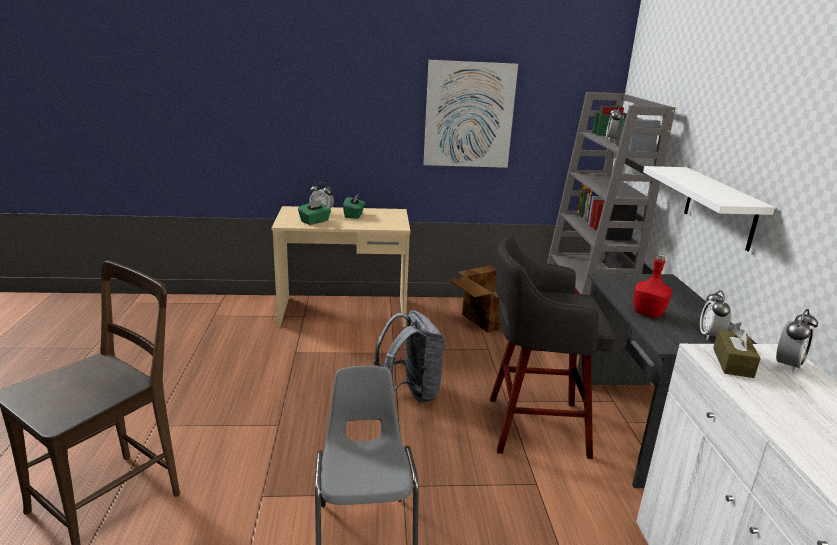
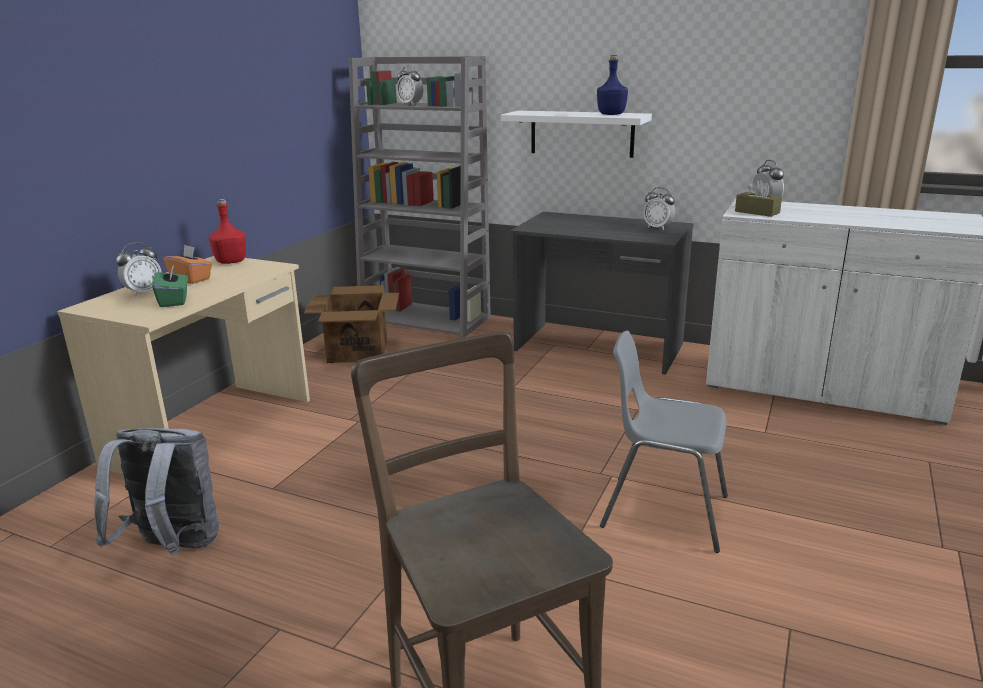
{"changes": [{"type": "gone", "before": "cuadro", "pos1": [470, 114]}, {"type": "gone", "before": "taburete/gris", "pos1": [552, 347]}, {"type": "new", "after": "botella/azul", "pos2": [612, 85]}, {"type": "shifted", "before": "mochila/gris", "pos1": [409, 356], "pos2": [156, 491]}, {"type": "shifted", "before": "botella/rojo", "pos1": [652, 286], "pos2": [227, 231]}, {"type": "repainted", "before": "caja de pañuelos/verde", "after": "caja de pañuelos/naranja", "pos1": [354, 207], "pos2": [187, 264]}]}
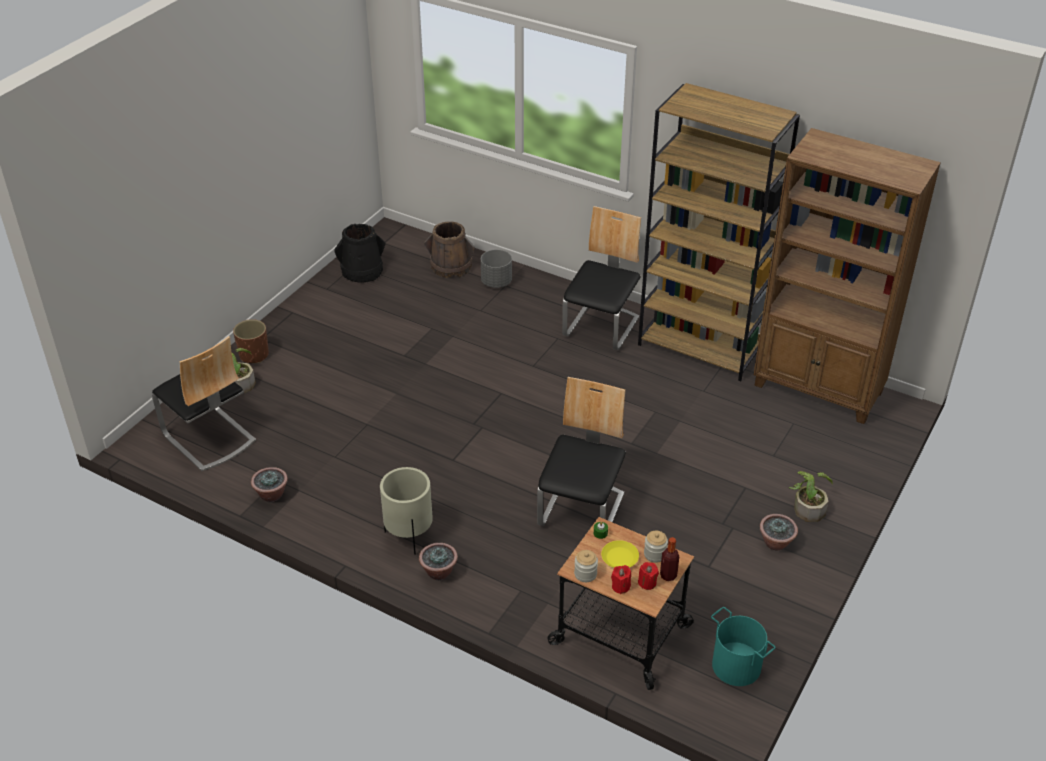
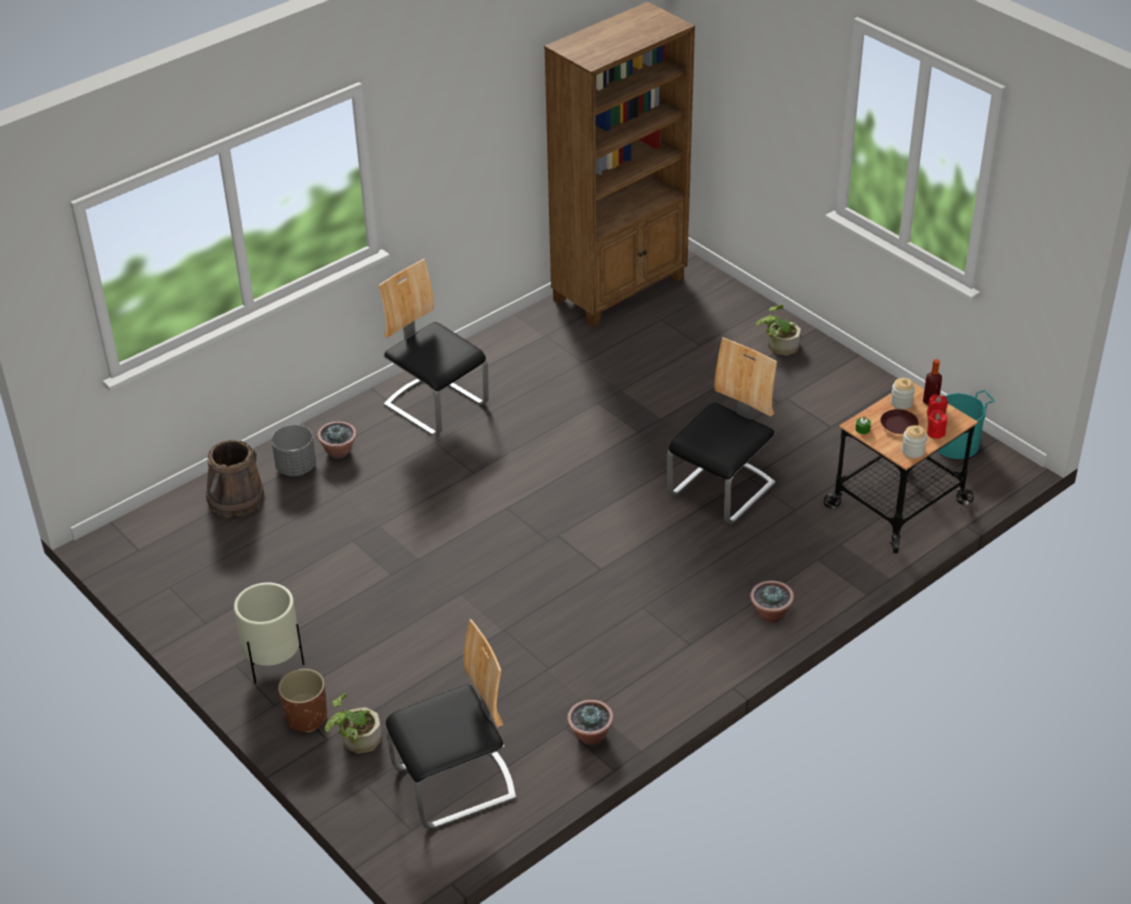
{"changes": [{"type": "gone", "before": "cubo/negro", "pos1": [360, 253]}, {"type": "gone", "before": "estantería/marrón", "pos1": [719, 232]}, {"type": "shifted", "before": "maceta/beis", "pos1": [406, 511], "pos2": [269, 633]}, {"type": "shifted", "before": "planta en maceta", "pos1": [779, 532], "pos2": [337, 440]}, {"type": "repainted", "before": "plato/amarillo", "after": "plato/marrón", "pos1": [620, 554], "pos2": [899, 421]}, {"type": "rotated", "before": "silla", "pos1": [581, 451], "pos2": [722, 430], "turn": 90}]}
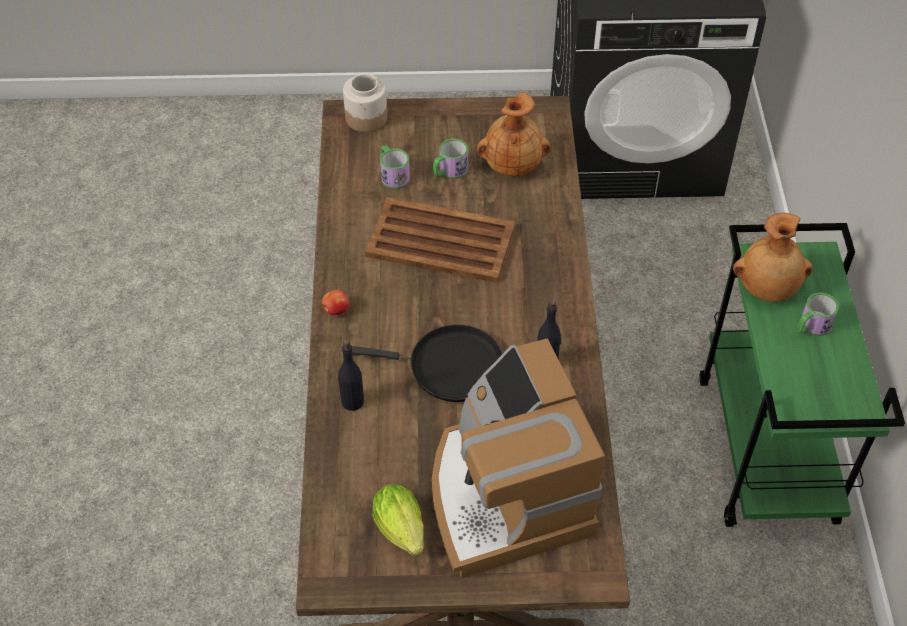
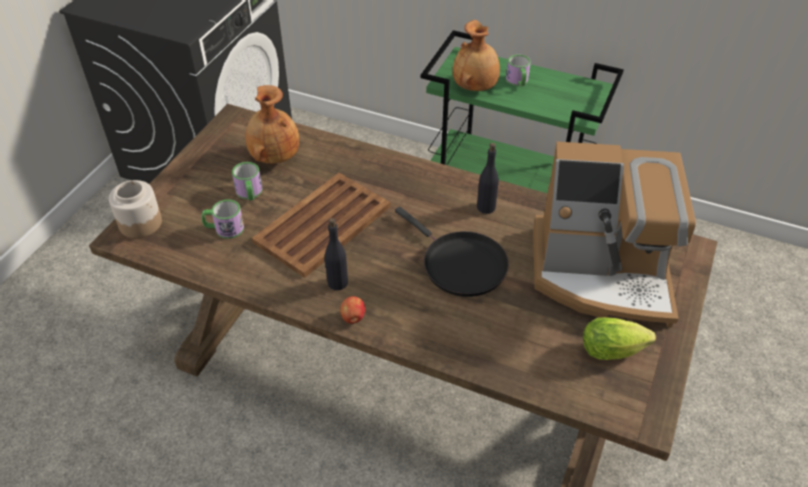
{"changes": [{"type": "shifted", "before": "botella/negro", "pos1": [351, 375], "pos2": [336, 254]}, {"type": "rotated", "before": "sartén/negro", "pos1": [427, 363], "pos2": [452, 252], "turn": 105}]}
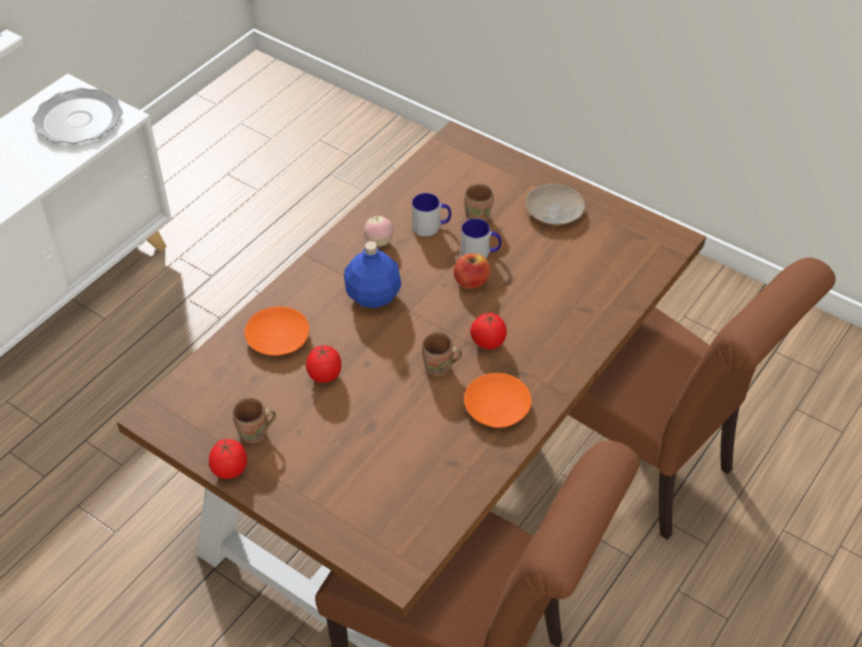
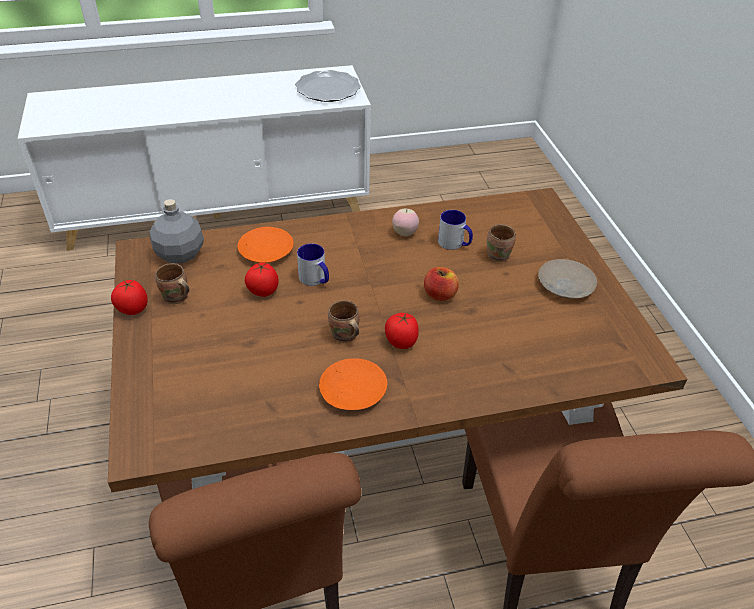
{"changes": [{"type": "gone", "before": "botella/azul", "pos1": [373, 274]}, {"type": "new", "after": "botella/gris", "pos2": [177, 231]}, {"type": "shifted", "before": "taza grande", "pos1": [481, 238], "pos2": [313, 264]}]}
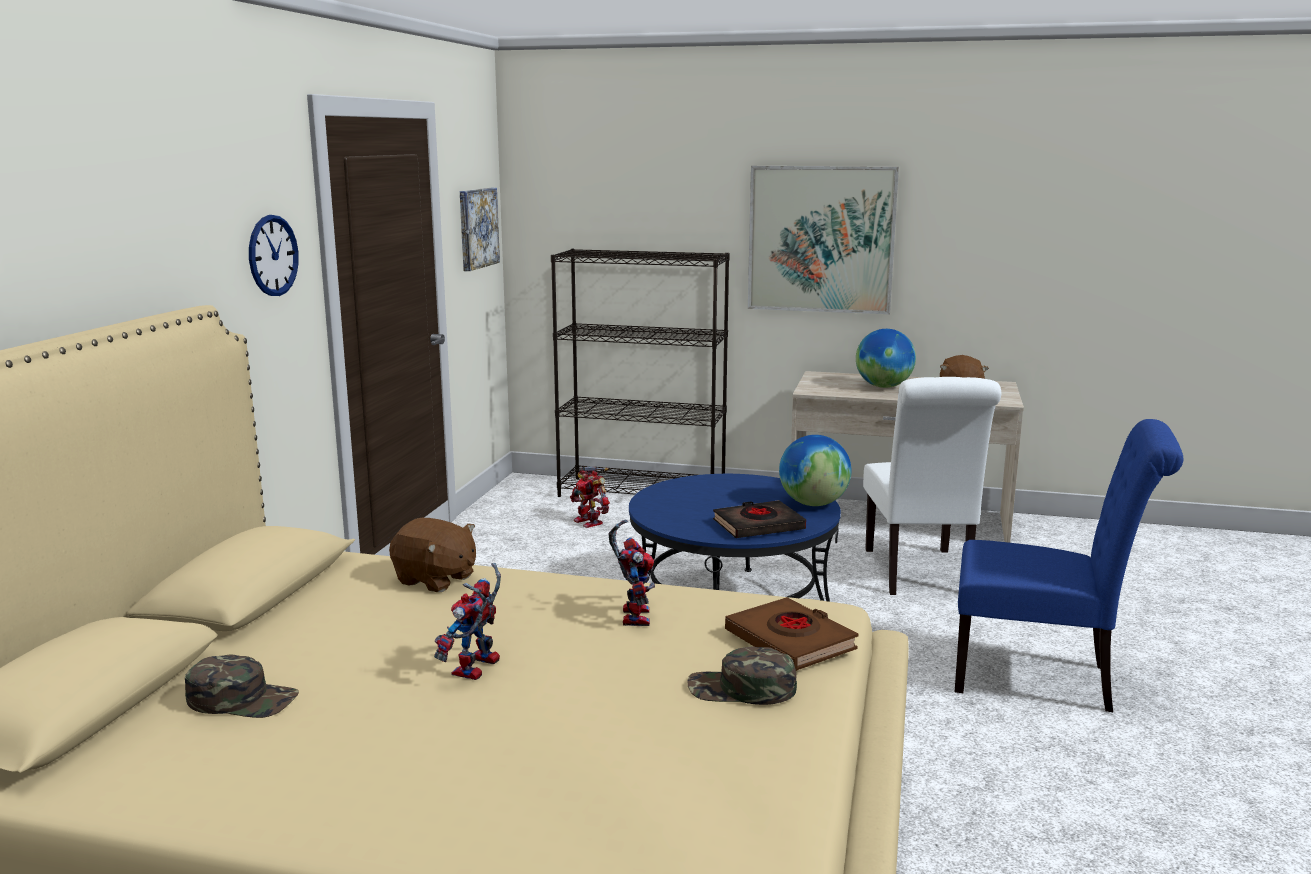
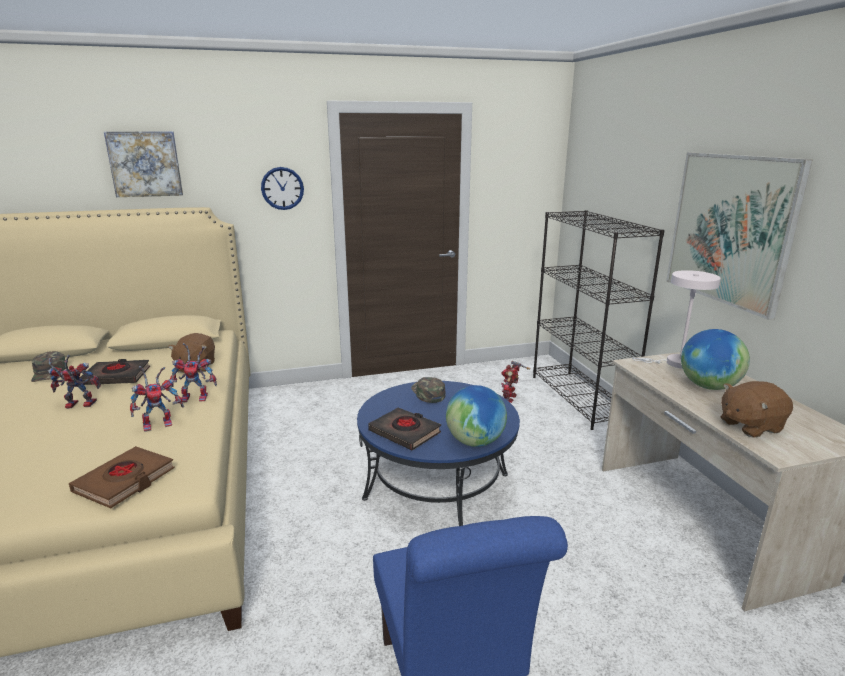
{"changes": [{"type": "gone", "before": "silla/blanco", "pos1": [932, 486]}, {"type": "new", "after": "libro/negro", "pos2": [114, 372]}, {"type": "new", "after": "robot de juguete", "pos2": [193, 373]}, {"type": "new", "after": "lámpara de mesa/blanco", "pos2": [677, 319]}, {"type": "shifted", "before": "cuadro", "pos1": [480, 229], "pos2": [143, 164]}, {"type": "shifted", "before": "gorra/verde", "pos1": [742, 676], "pos2": [428, 390]}]}
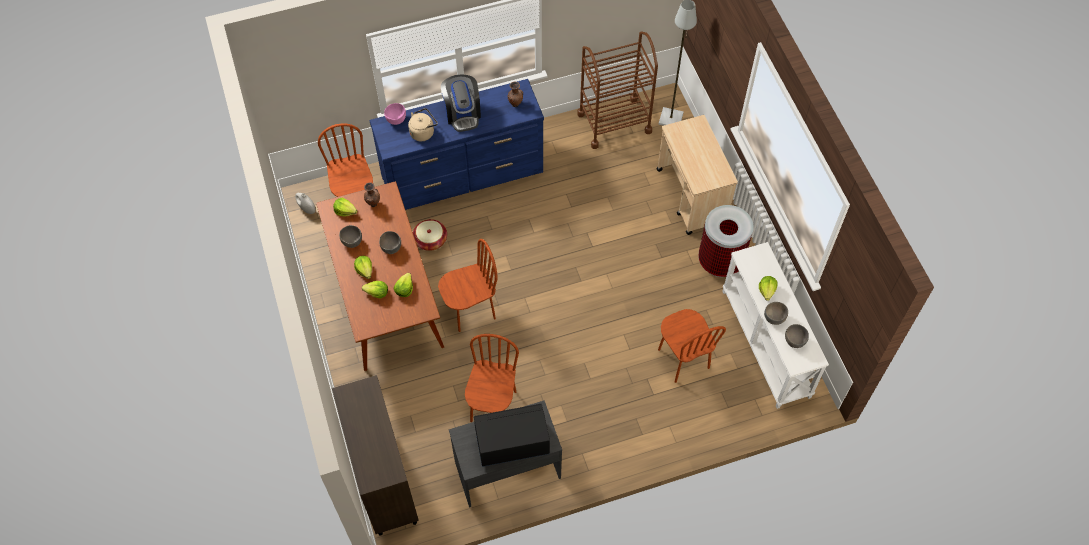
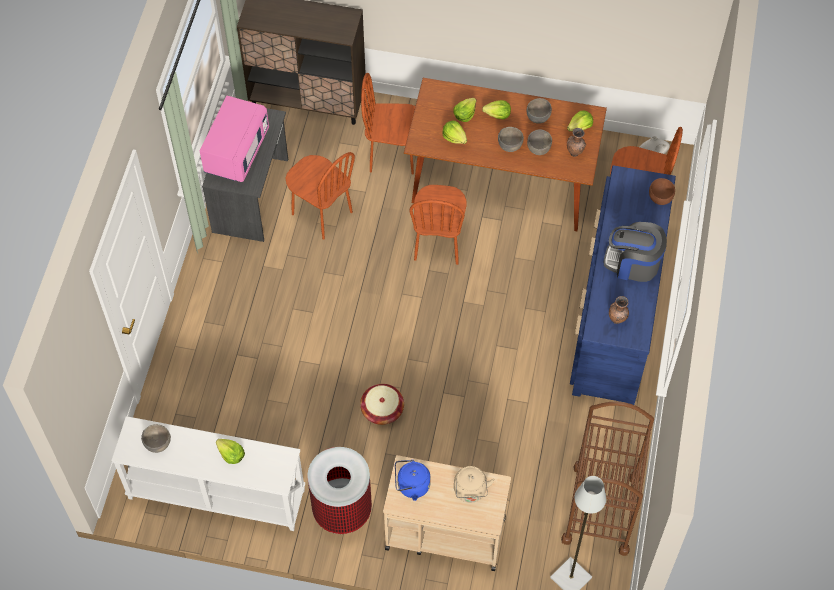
{"changes": [{"type": "new", "after": "hervidor/azul", "pos2": [413, 480]}, {"type": "shifted", "before": "hervidor/beis", "pos1": [423, 124], "pos2": [474, 484]}, {"type": "shifted", "before": "cesta", "pos1": [430, 235], "pos2": [382, 404]}, {"type": "shifted", "before": "silla/marrón", "pos1": [692, 346], "pos2": [388, 124]}, {"type": "shifted", "before": "cuenco/gris", "pos1": [776, 313], "pos2": [539, 142]}, {"type": "repainted", "before": "cuenco/rosa", "after": "cuenco/marrón", "pos1": [395, 114], "pos2": [662, 191]}, {"type": "repainted", "before": "microondas/negro", "after": "microondas/rosa", "pos1": [512, 435], "pos2": [234, 139]}]}
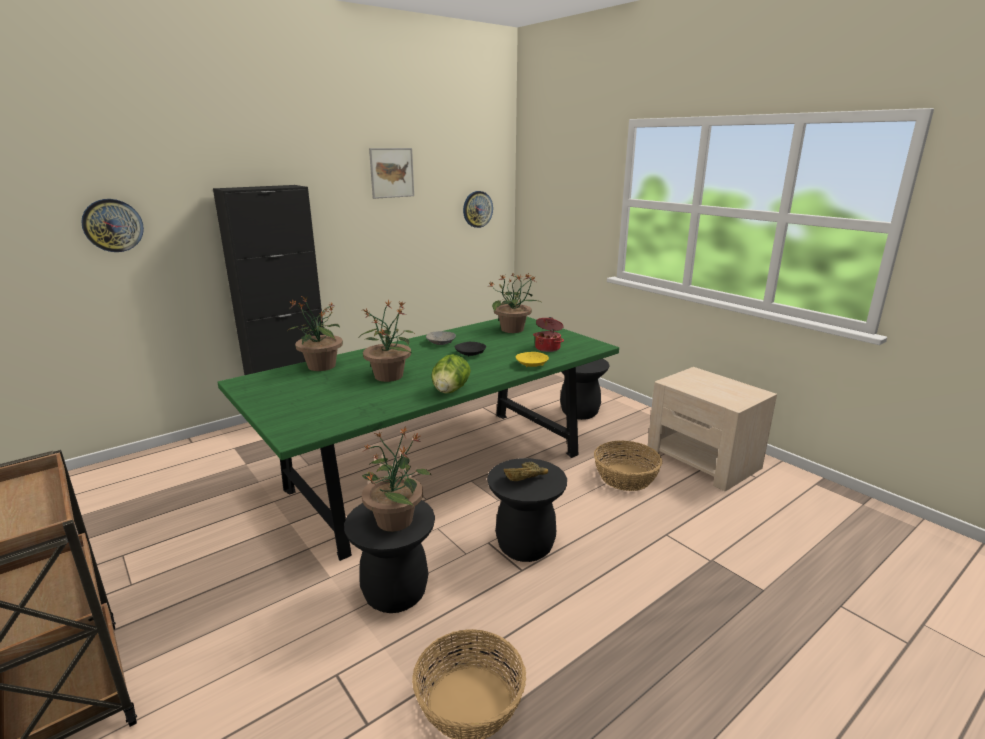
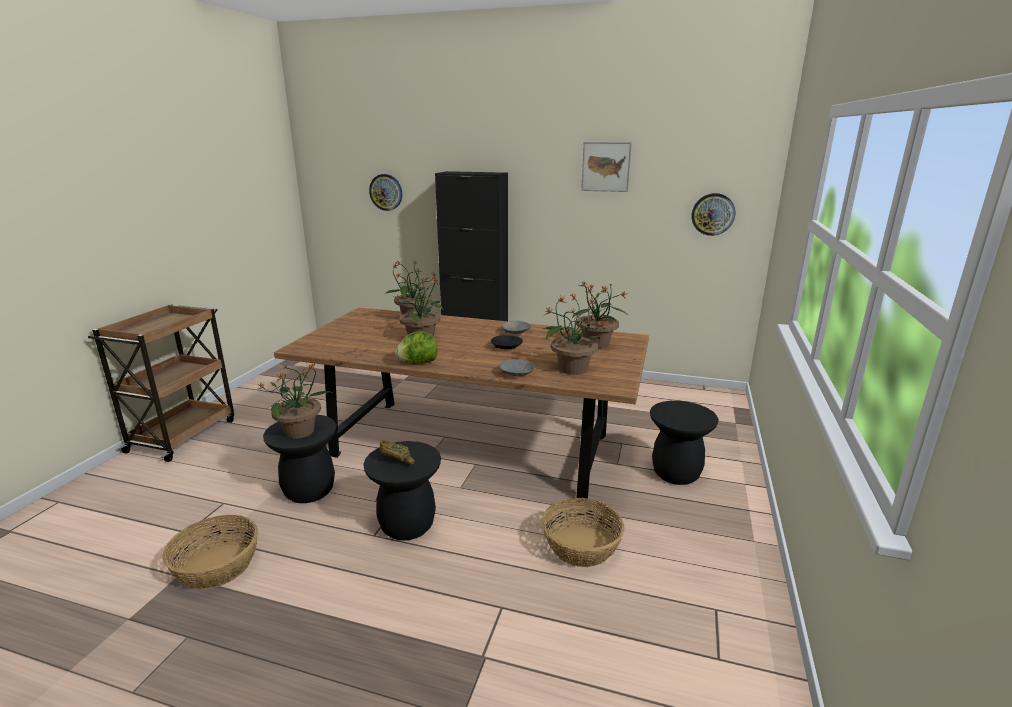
{"changes": [{"type": "gone", "before": "mesita de noche/beis", "pos1": [712, 429]}, {"type": "swapped", "before": "olla", "after": "planta en maceta", "pos1": [548, 334], "pos2": [574, 334]}, {"type": "repainted", "before": "mesa de comedor/verde", "after": "mesa de comedor/marrón", "pos1": [418, 439], "pos2": [461, 404]}, {"type": "repainted", "before": "cuenco/amarillo", "after": "cuenco/gris", "pos1": [532, 359], "pos2": [517, 368]}]}
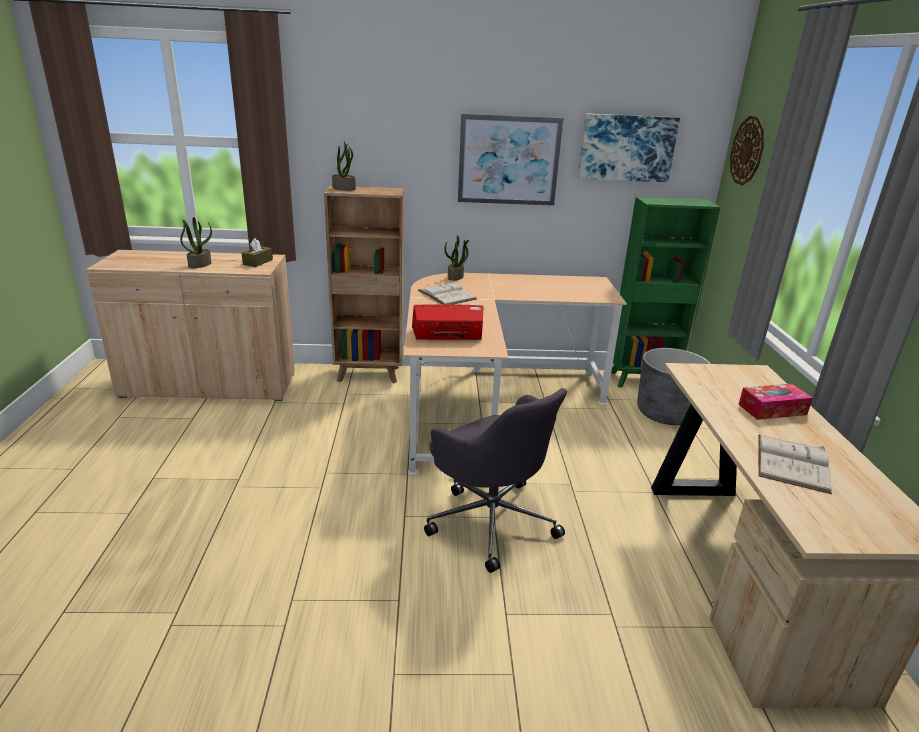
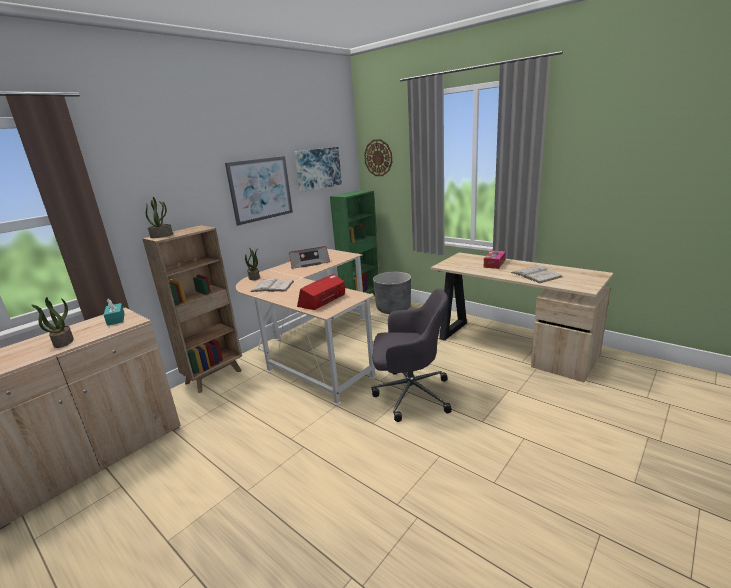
{"changes": [{"type": "new", "after": "radio", "pos2": [309, 257]}, {"type": "repainted", "before": "caja de pañuelos/marrón", "after": "caja de pañuelos/turquesa", "pos1": [257, 252], "pos2": [114, 312]}]}
